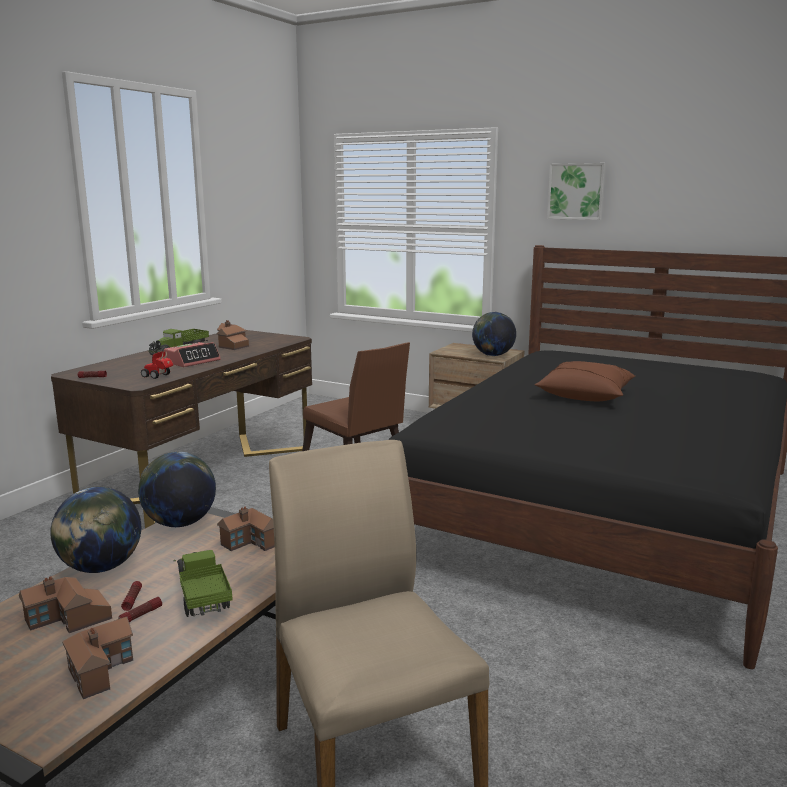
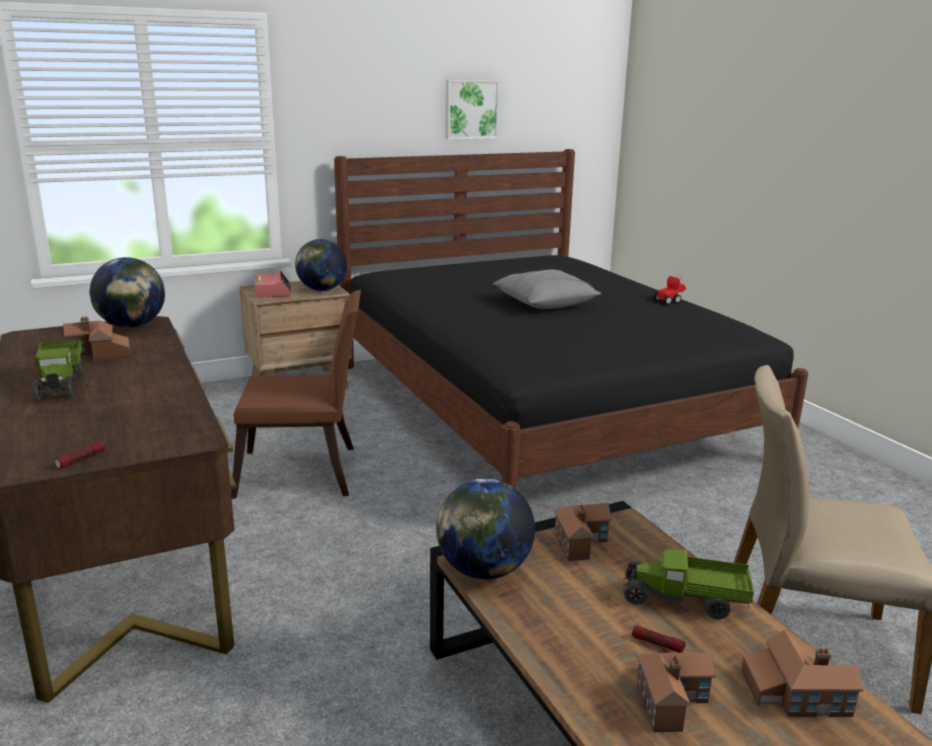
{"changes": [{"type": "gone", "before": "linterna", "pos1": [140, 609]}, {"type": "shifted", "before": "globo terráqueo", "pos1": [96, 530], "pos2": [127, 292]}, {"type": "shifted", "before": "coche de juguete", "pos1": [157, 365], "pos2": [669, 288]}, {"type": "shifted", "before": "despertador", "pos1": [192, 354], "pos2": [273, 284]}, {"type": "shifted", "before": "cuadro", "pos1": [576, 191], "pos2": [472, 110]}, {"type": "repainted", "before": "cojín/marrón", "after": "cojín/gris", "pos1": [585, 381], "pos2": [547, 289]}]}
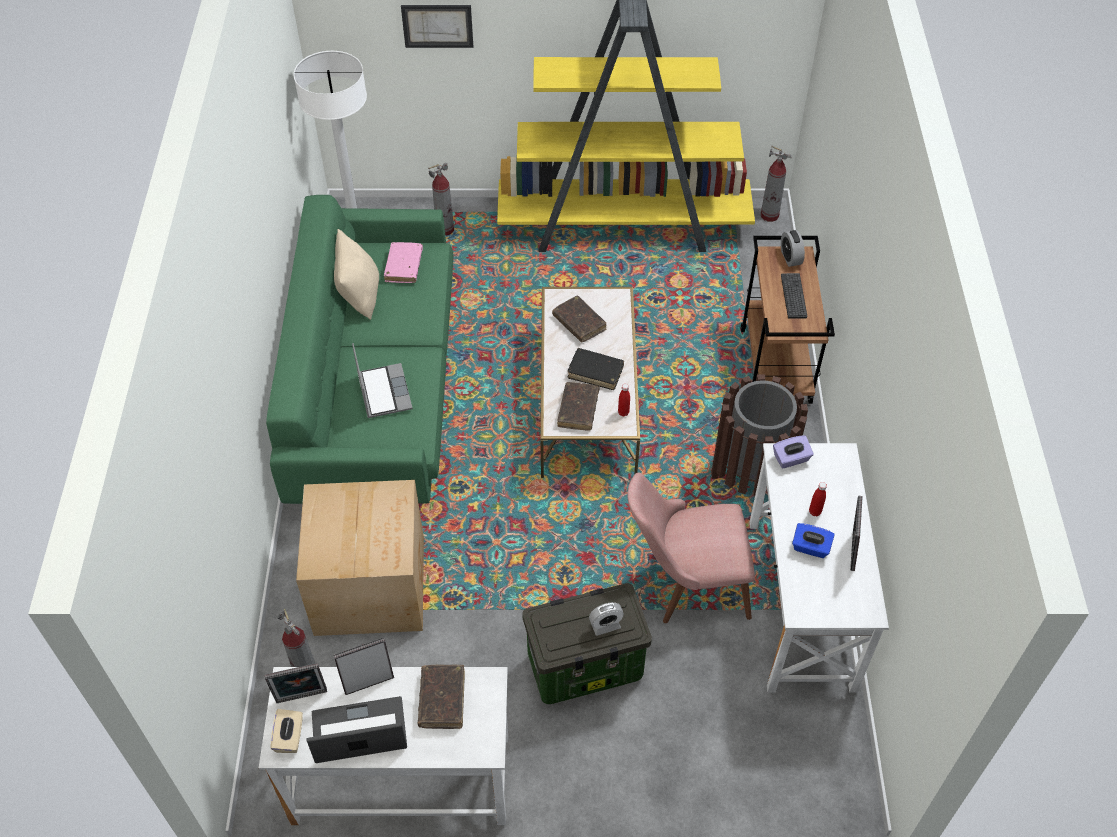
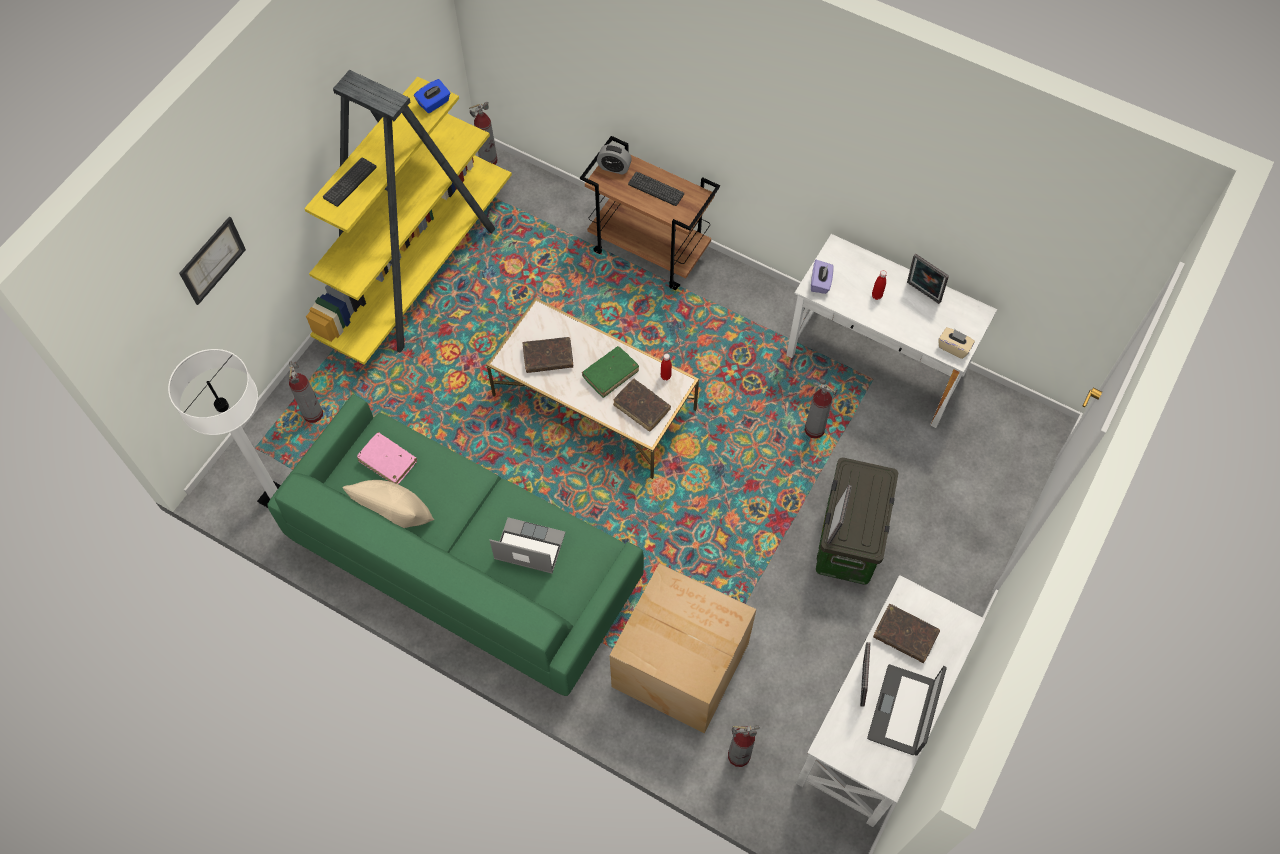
{"changes": [{"type": "gone", "before": "despertador", "pos1": [606, 619]}, {"type": "gone", "before": "papelera/marrón", "pos1": [759, 435]}, {"type": "new", "after": "teclado", "pos2": [350, 182]}, {"type": "shifted", "before": "portarretratos", "pos1": [296, 683], "pos2": [839, 514]}, {"type": "shifted", "before": "caja de pañuelos/beis", "pos1": [287, 731], "pos2": [956, 343]}, {"type": "shifted", "before": "caja de pañuelos/azul", "pos1": [813, 540], "pos2": [432, 96]}, {"type": "swapped", "before": "silla/rosa", "after": "extintor", "pos1": [691, 547], "pos2": [821, 409]}, {"type": "repainted", "before": "libro/negro", "after": "libro/verde", "pos1": [595, 369], "pos2": [610, 372]}]}
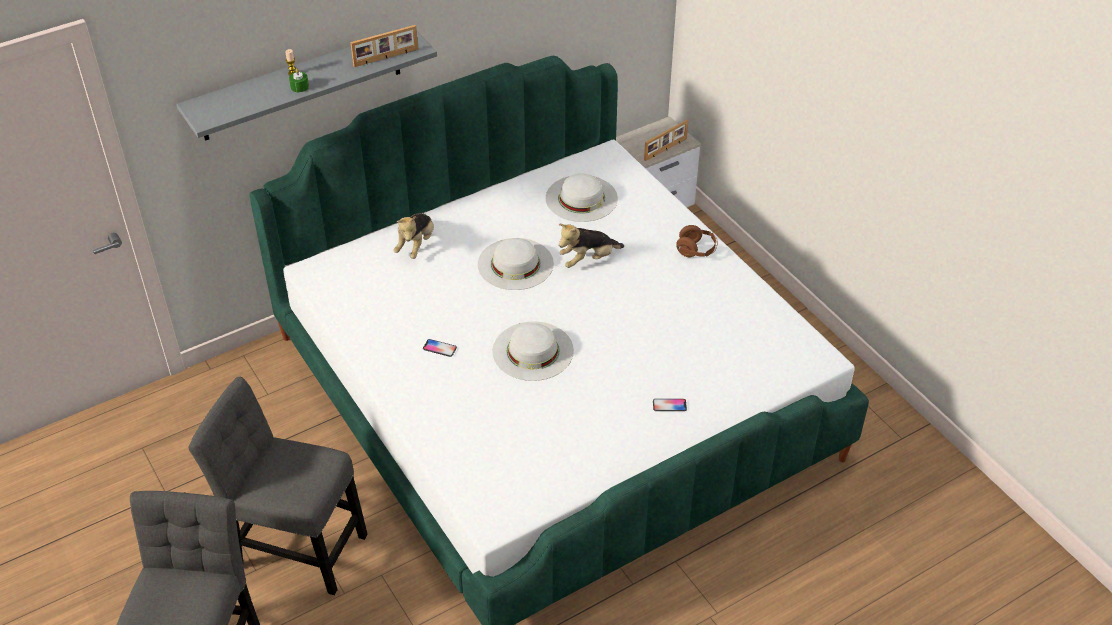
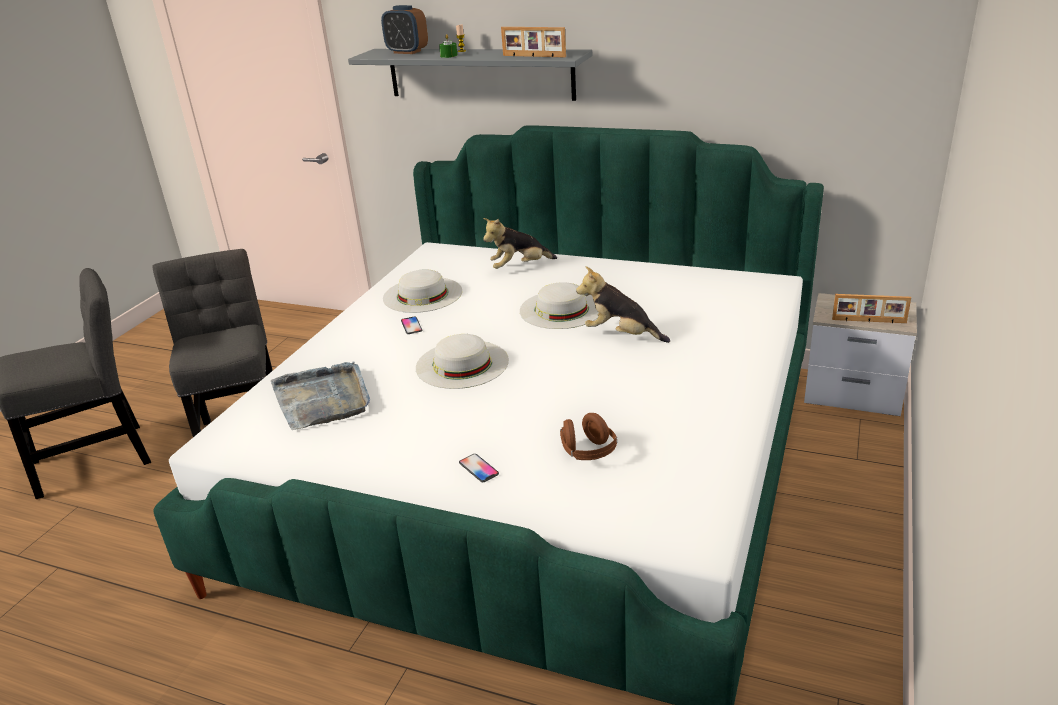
{"changes": [{"type": "new", "after": "bandeja/gris", "pos2": [320, 395]}, {"type": "new", "after": "despertador", "pos2": [404, 29]}, {"type": "shifted", "before": "sombrero/blanco", "pos1": [582, 198], "pos2": [422, 291]}, {"type": "shifted", "before": "auriculares/marrón", "pos1": [697, 241], "pos2": [588, 436]}]}
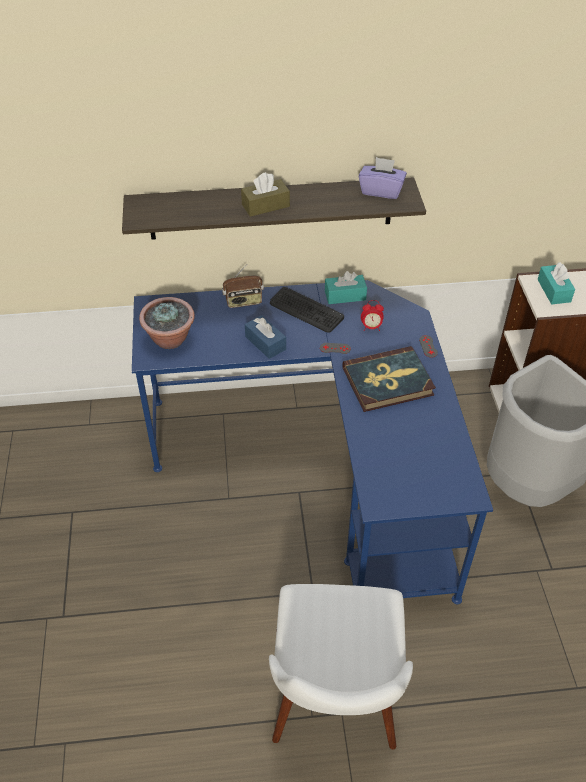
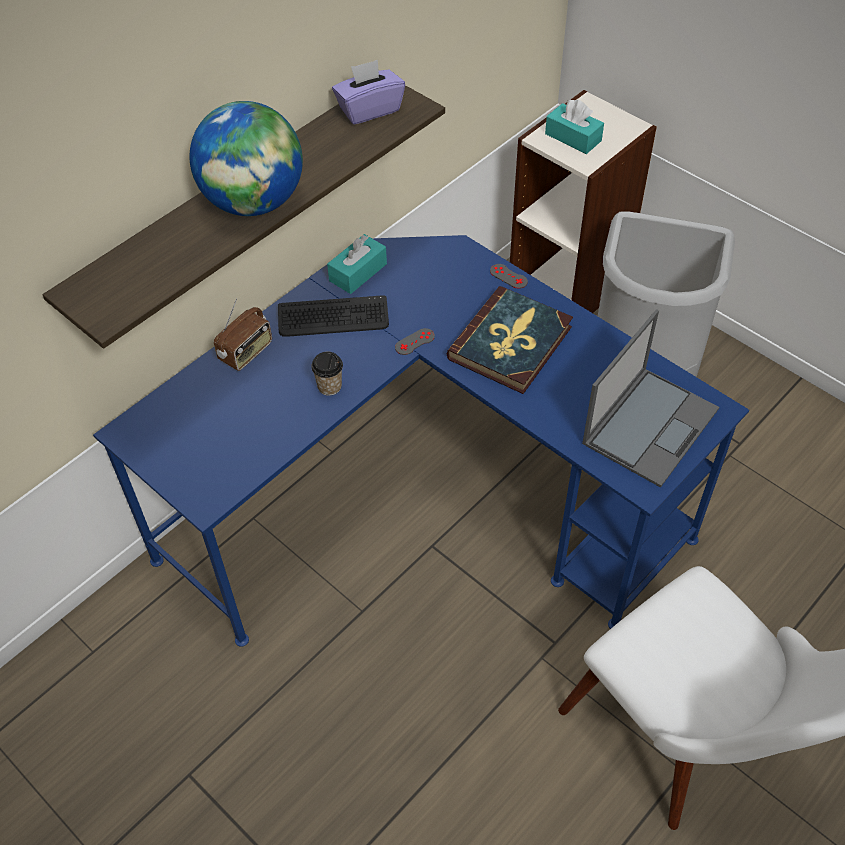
{"changes": [{"type": "gone", "before": "planta en maceta", "pos1": [167, 323]}, {"type": "gone", "before": "despertador", "pos1": [372, 315]}, {"type": "new", "after": "portátil", "pos2": [650, 398]}, {"type": "swapped", "before": "caja de pañuelos/marrón", "after": "globo terráqueo", "pos1": [265, 194], "pos2": [246, 158]}, {"type": "swapped", "before": "caja de pañuelos/azul", "after": "taza", "pos1": [265, 337], "pos2": [327, 374]}]}
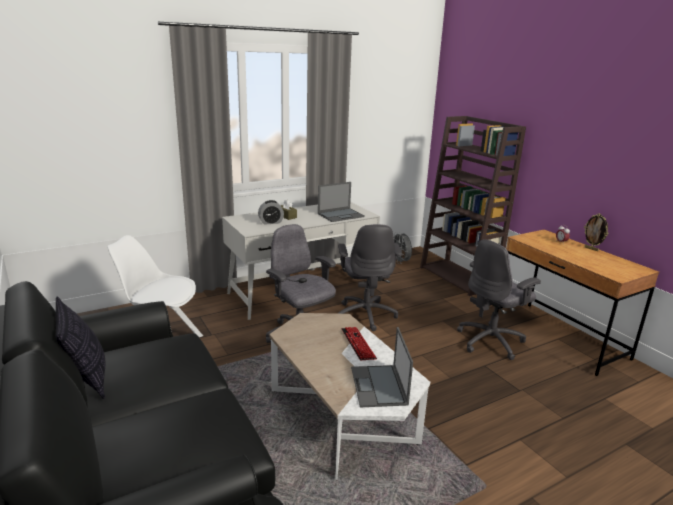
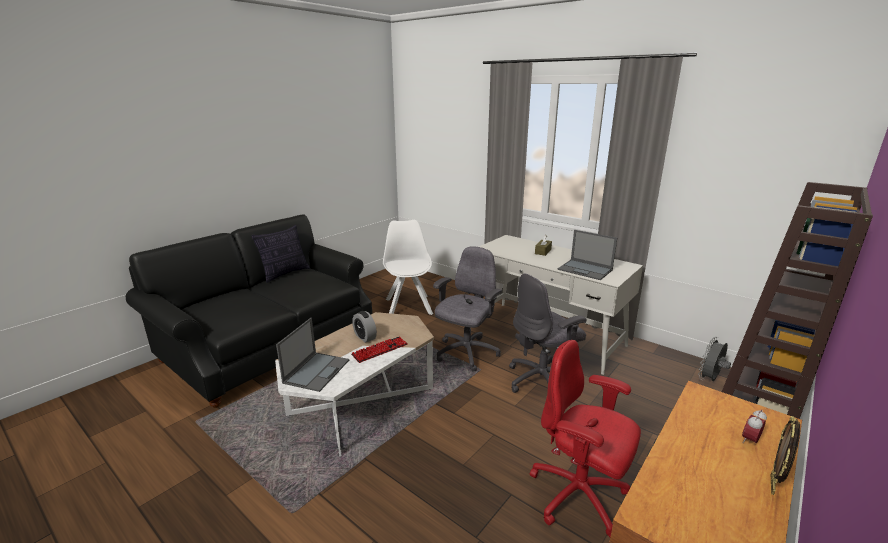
{"changes": [{"type": "shifted", "before": "despertador", "pos1": [271, 212], "pos2": [364, 327]}, {"type": "repainted", "before": "silla de oficina/gris", "after": "silla de oficina/rojo", "pos1": [499, 299], "pos2": [585, 438]}, {"type": "rotated", "before": "portátil", "pos1": [382, 367], "pos2": [312, 355], "turn": 135}]}
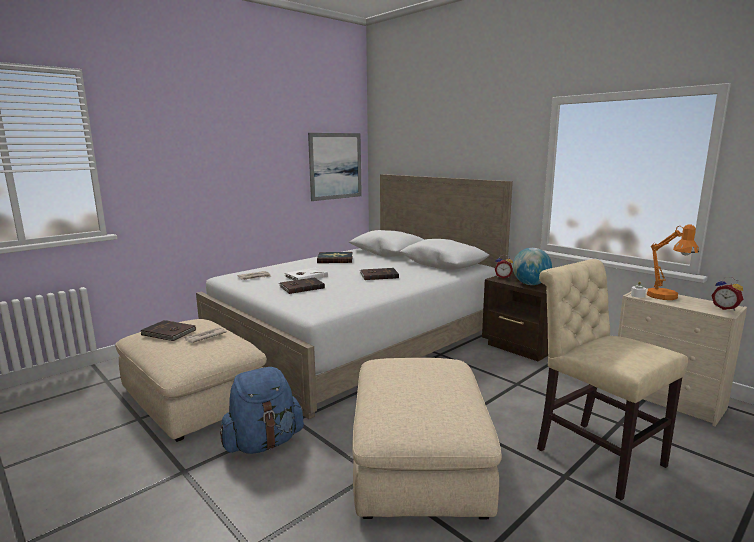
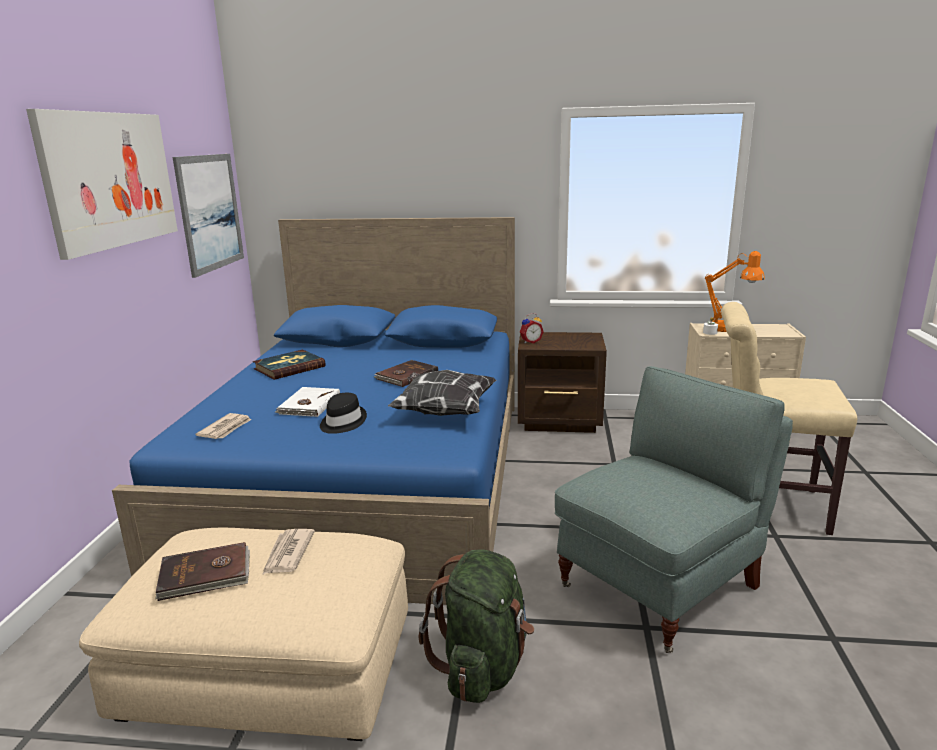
{"changes": [{"type": "gone", "before": "globo terráqueo", "pos1": [532, 266]}, {"type": "gone", "before": "despertador", "pos1": [727, 294]}, {"type": "new", "after": "cuadro", "pos2": [102, 184]}, {"type": "new", "after": "cojín", "pos2": [442, 393]}, {"type": "swapped", "before": "libro/marrón", "after": "sombrero/negro", "pos1": [302, 286], "pos2": [343, 413]}, {"type": "swapped", "before": "puf/beis", "after": "sillón/gris", "pos1": [427, 438], "pos2": [674, 509]}, {"type": "repainted", "before": "cama/blanco", "after": "cama/azul", "pos1": [354, 296], "pos2": [313, 411]}, {"type": "repainted", "before": "mochila/azul", "after": "mochila/verde", "pos1": [262, 410], "pos2": [476, 626]}]}
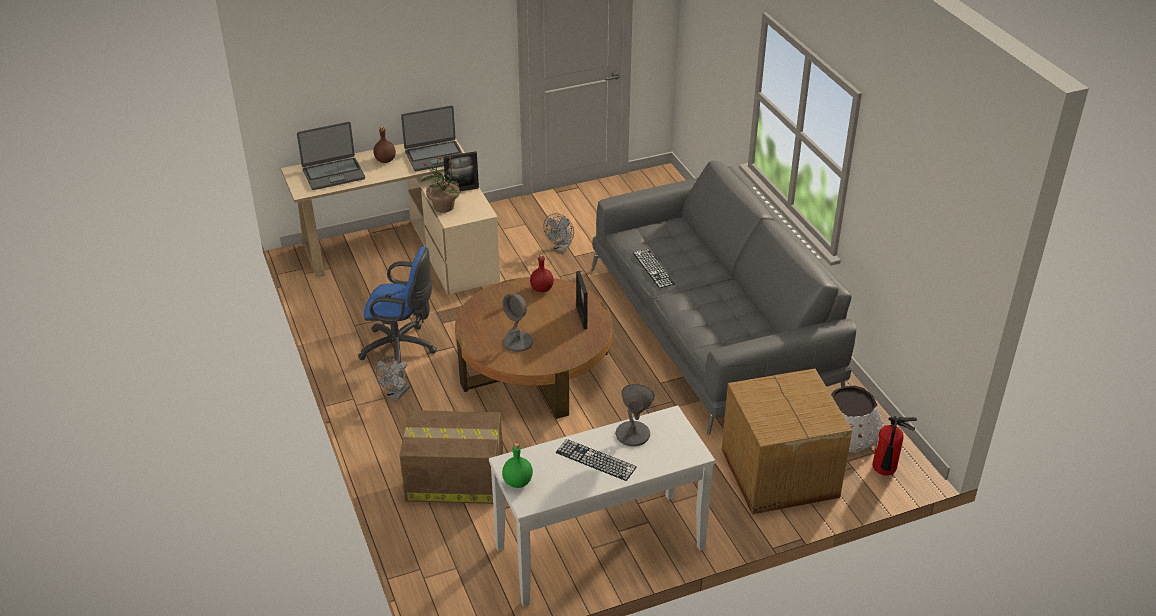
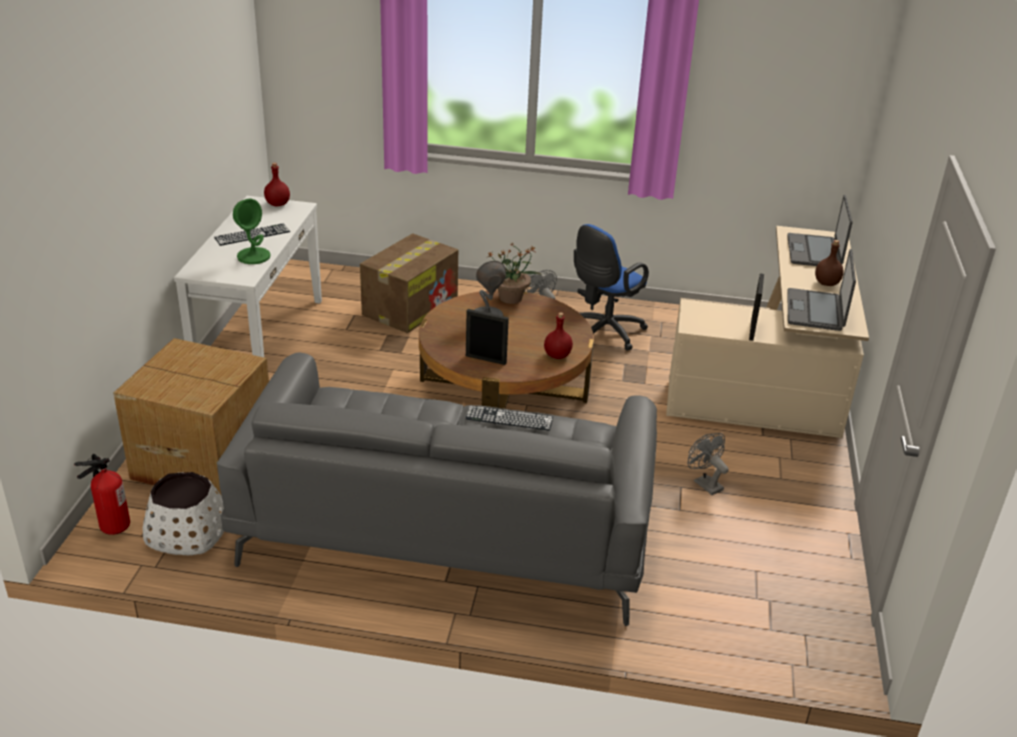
{"changes": [{"type": "shifted", "before": "planta en maceta", "pos1": [441, 184], "pos2": [514, 274]}, {"type": "repainted", "before": "botella/verde", "after": "botella/rojo", "pos1": [517, 465], "pos2": [277, 185]}, {"type": "repainted", "before": "lámpara de mesa/gris", "after": "lámpara de mesa/verde", "pos1": [635, 415], "pos2": [251, 231]}]}
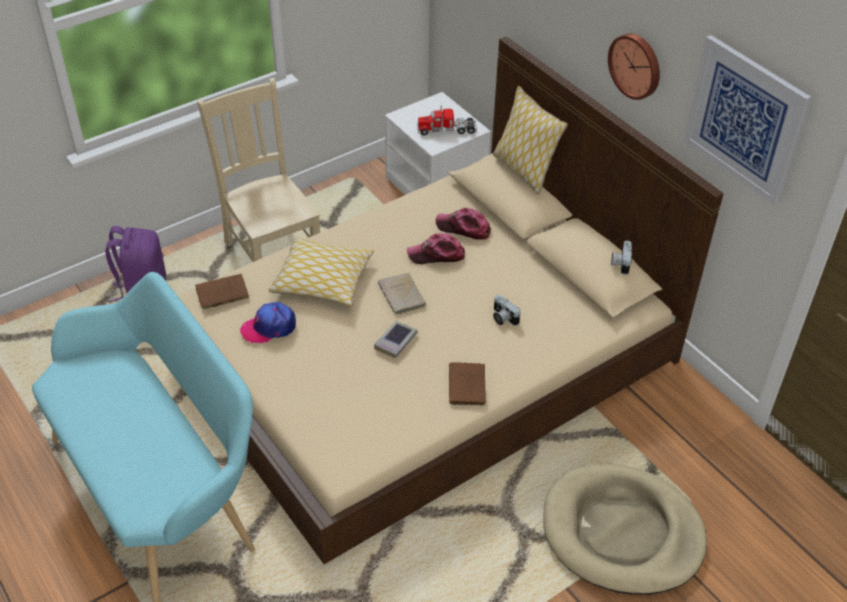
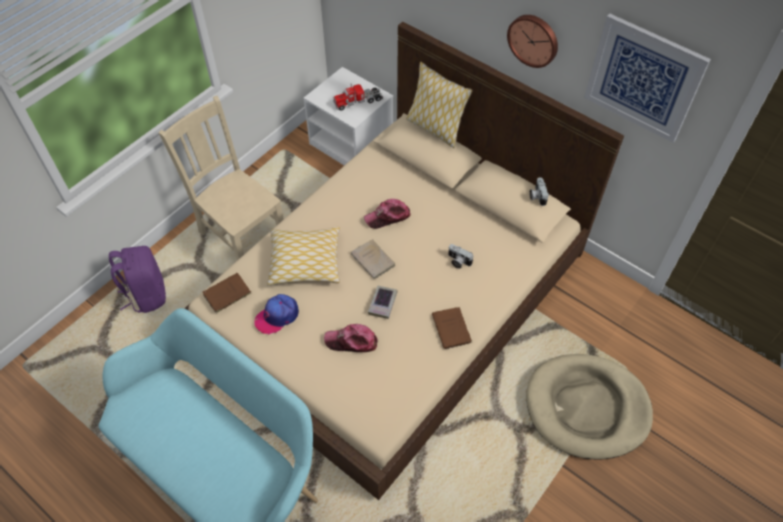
{"changes": [{"type": "shifted", "before": "gorra", "pos1": [463, 224], "pos2": [351, 338]}]}
